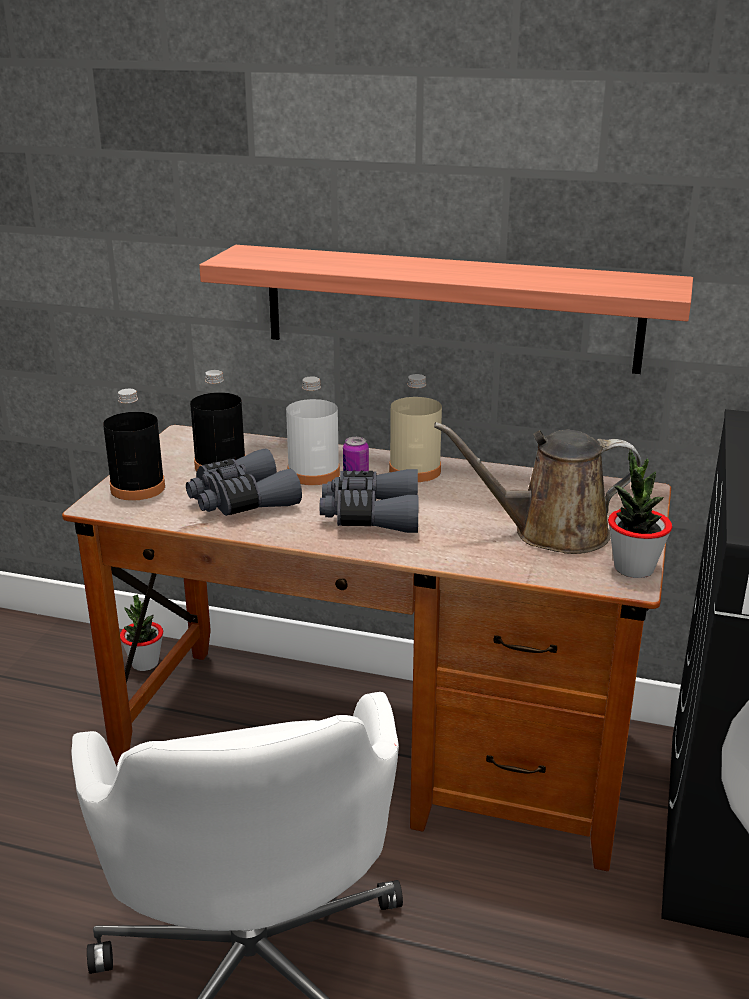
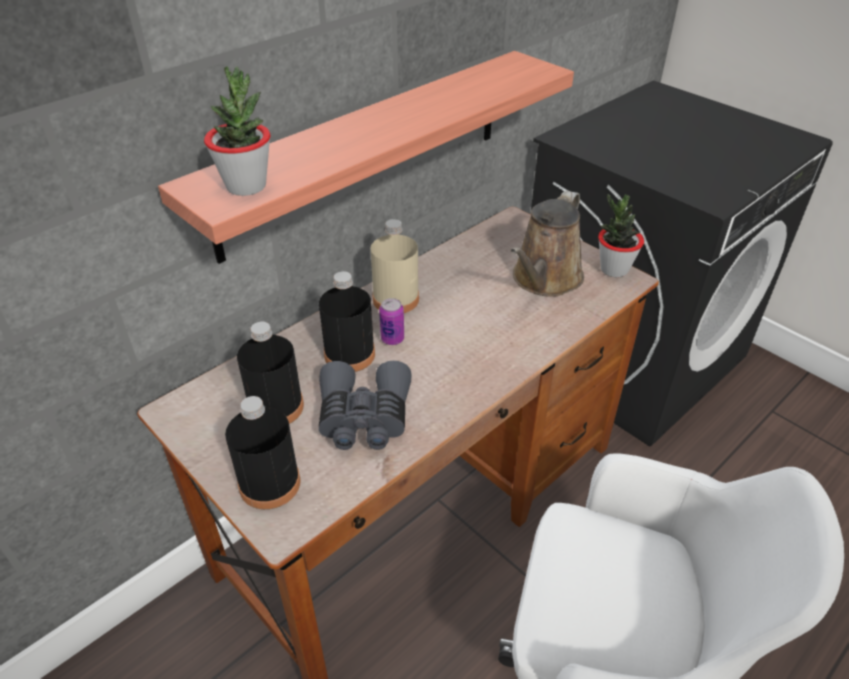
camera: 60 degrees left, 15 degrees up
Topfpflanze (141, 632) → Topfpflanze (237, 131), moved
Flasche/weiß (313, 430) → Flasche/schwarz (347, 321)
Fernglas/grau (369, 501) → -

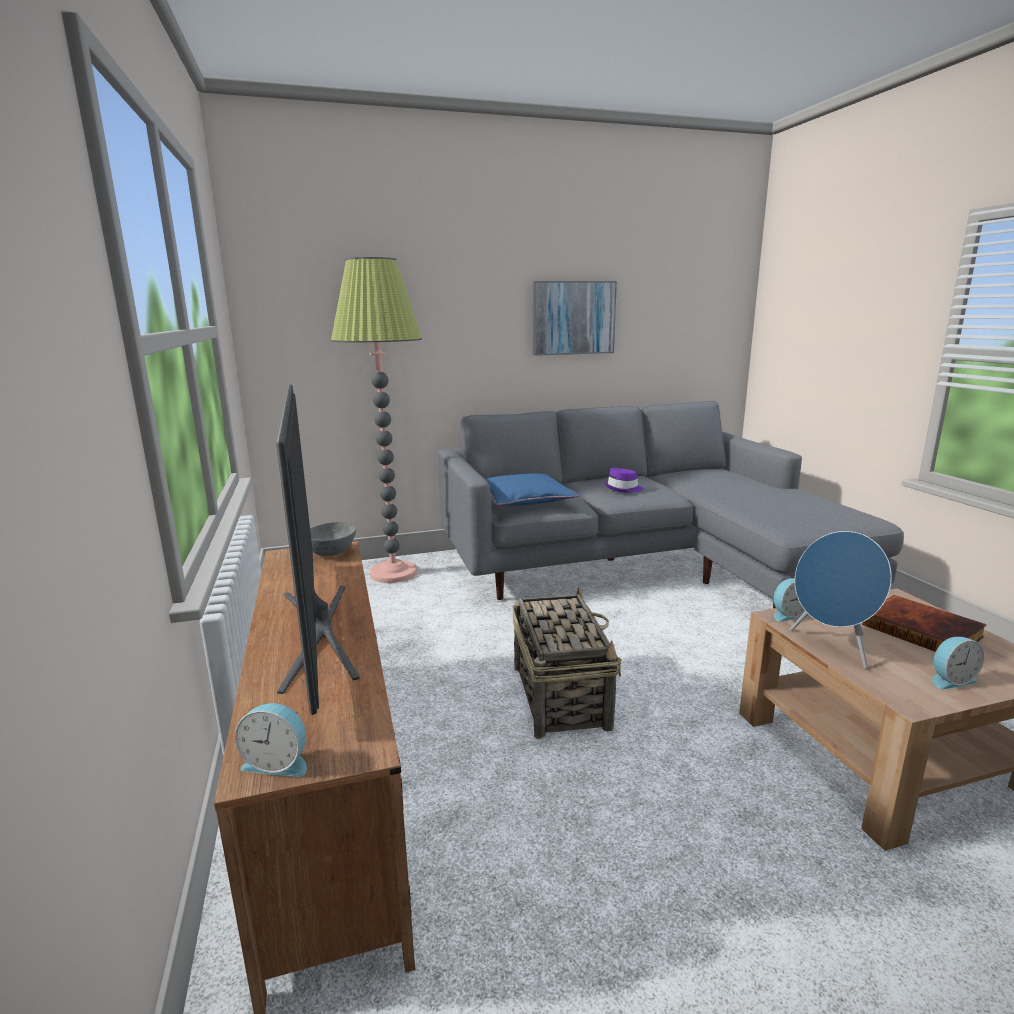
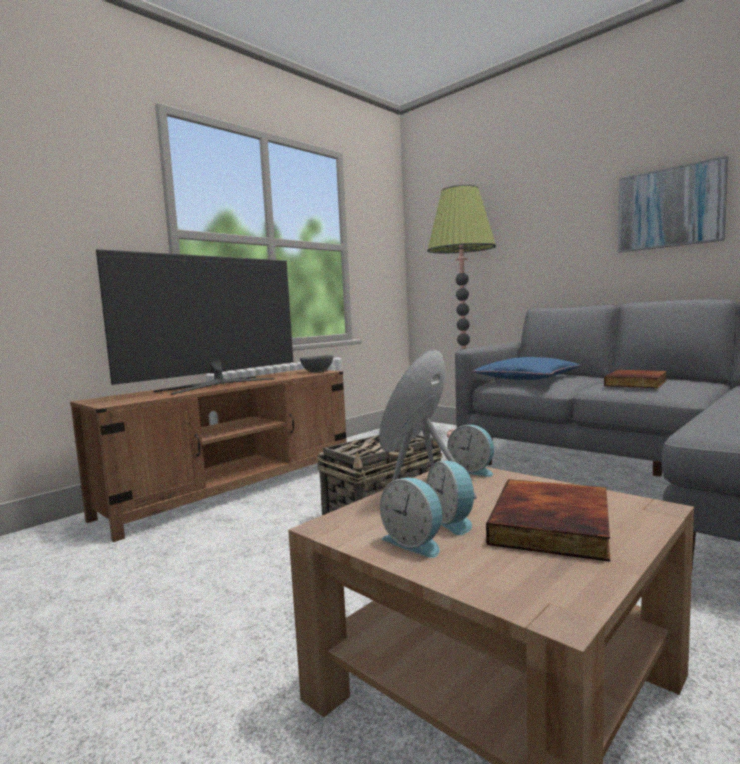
camera: 60 degrees right, 10 degrees down
Wecker (271, 740) → Wecker (451, 498), moved
Hut/lila (623, 480) → Buch (635, 379)

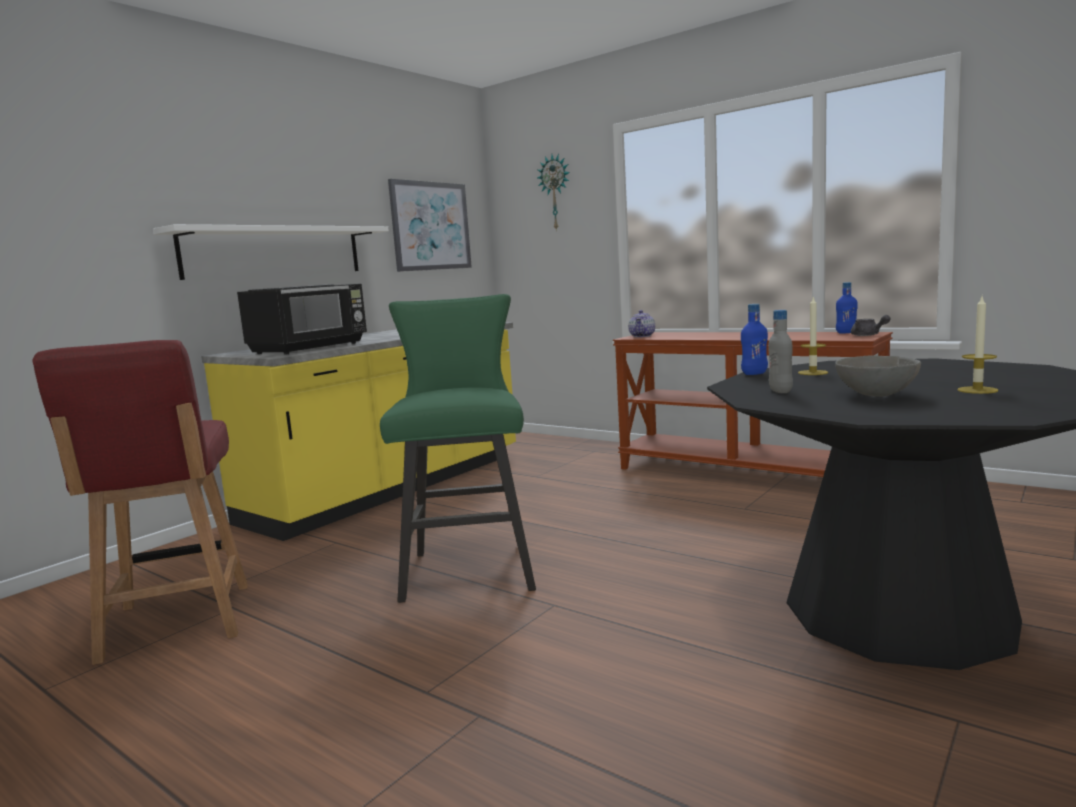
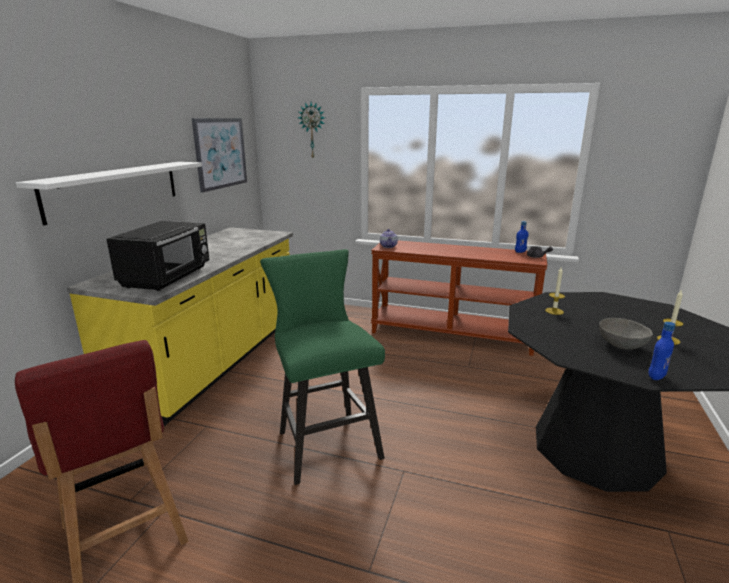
camera: 20 degrees left, 10 degrees up
Flasche/blau (754, 339) → Flasche/blau (662, 351), moved
Flasche/grau (781, 351) → -

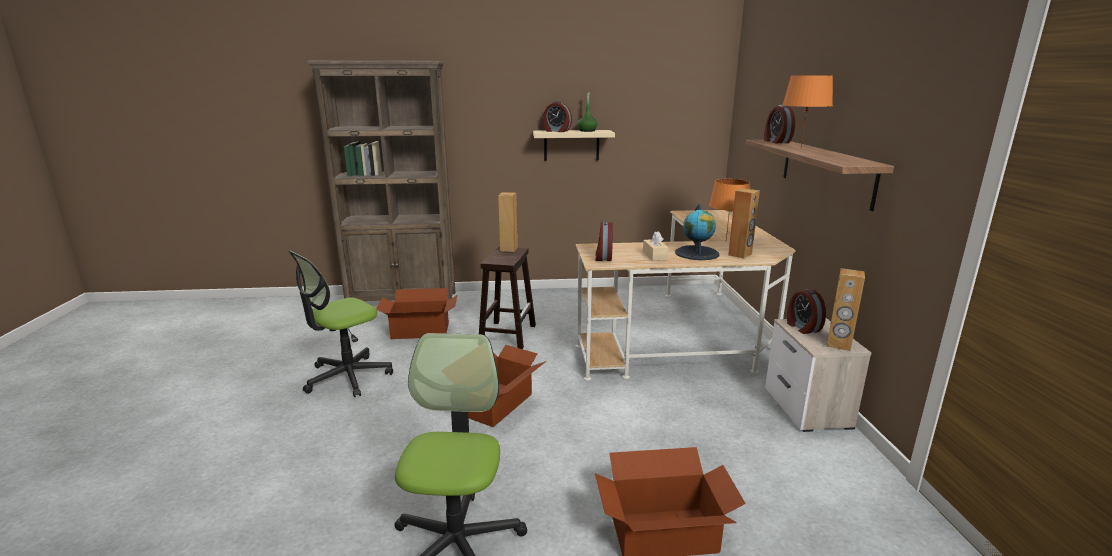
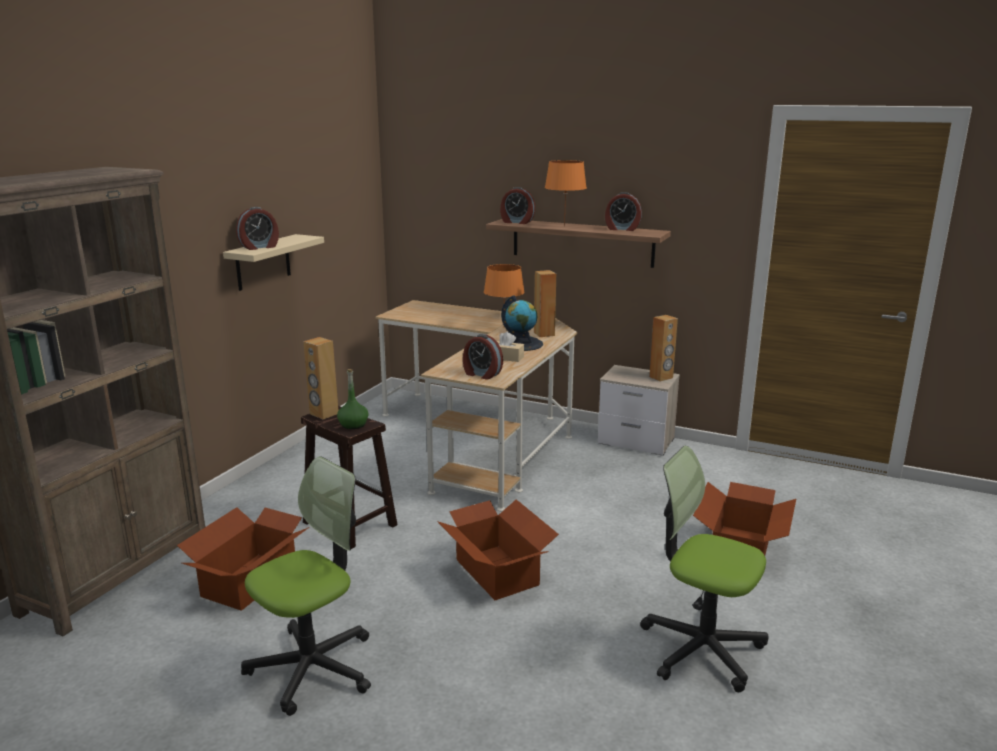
camera: 60 degrees left, 0 degrees up
Bürostuhl (341, 324) → Bürostuhl (306, 586), 120 degrees counterclockwise
Flasche/grün (587, 111) → Flasche/grün (353, 399), moved
Wecker (806, 311) → Wecker (623, 211), moved

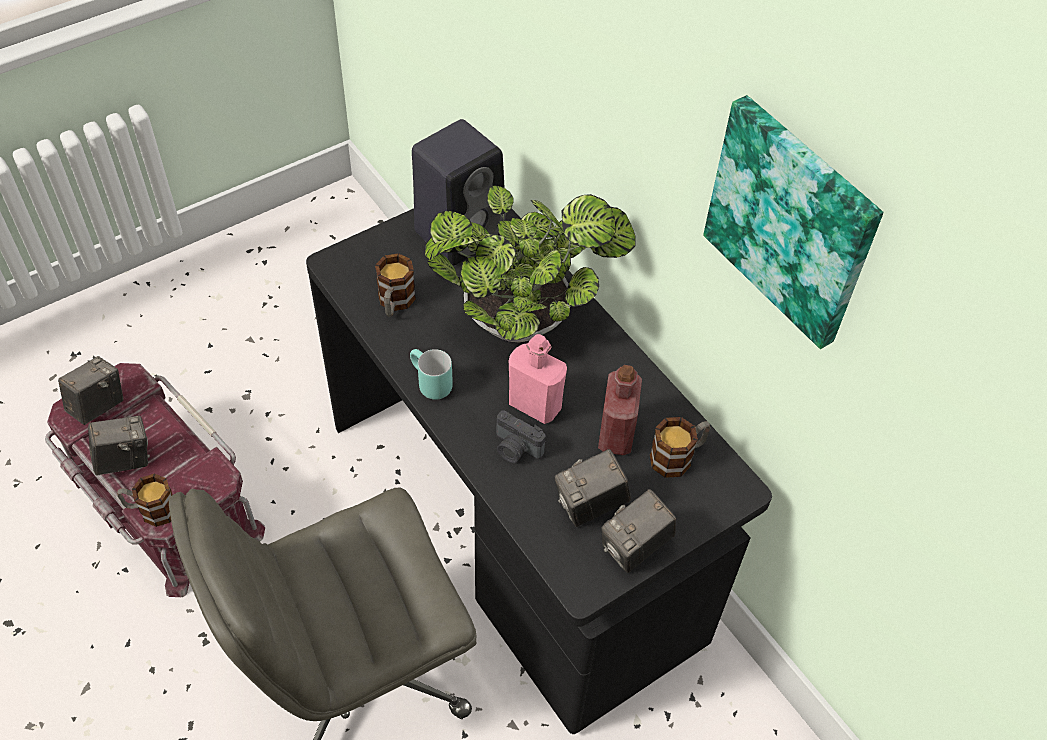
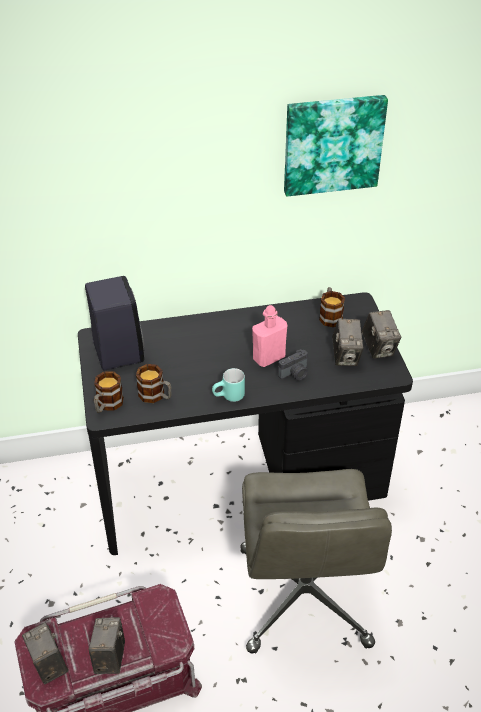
camera: 65 degrees left, 10 degrees down
Henkelbecher (144, 500) → Henkelbecher (109, 392), moved
Topfpflanze (530, 264) → -
Flasche/rot (620, 410) → -

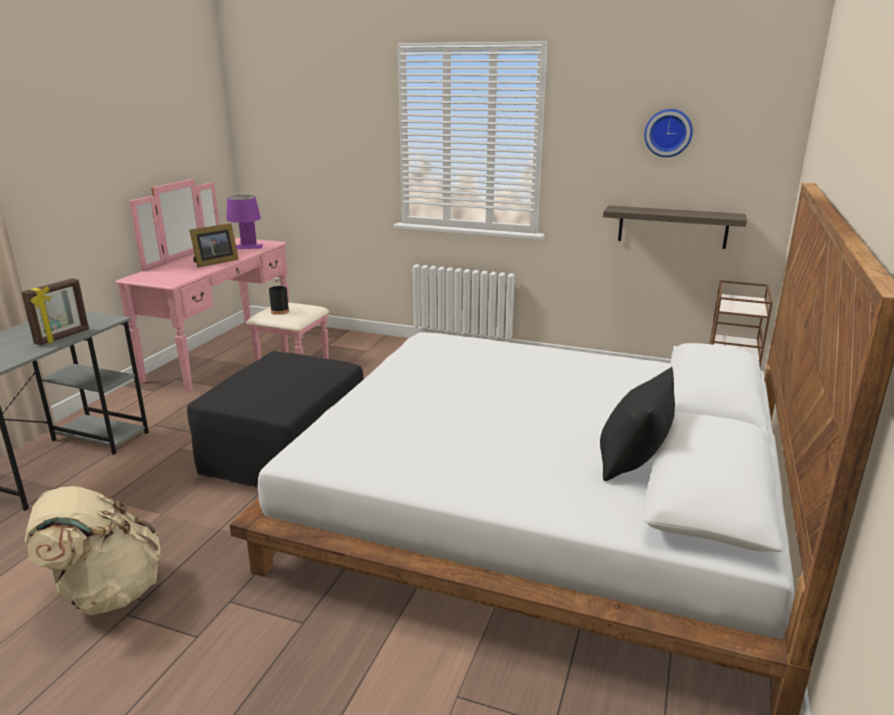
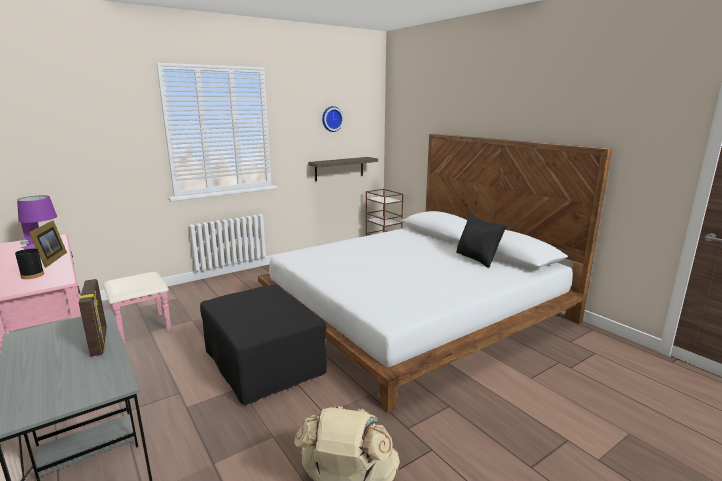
camera: 55 degrees left, 5 degrees down
Flasche/schwarz (279, 296) → Flasche/schwarz (29, 259), moved

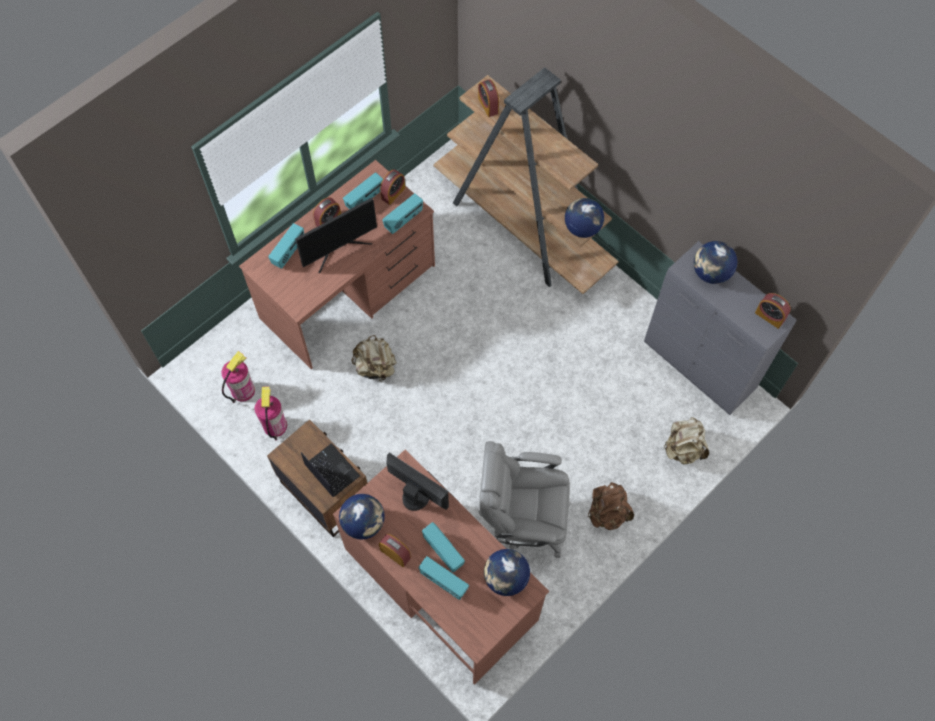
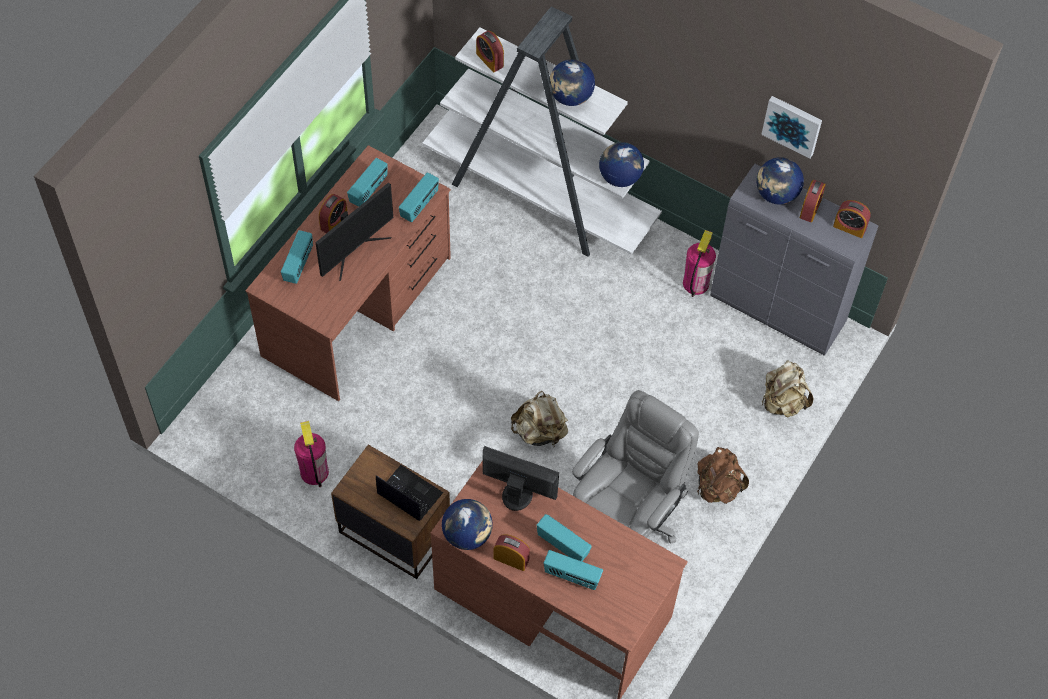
camera: 15 degrees left, 5 degrees down
Feuerlöscher (238, 377) → Feuerlöscher (699, 263), moved
Rucksack/beige (373, 358) → Rucksack/beige (539, 419), moved
Wecker (392, 187) → Wecker (813, 201), moved
Bücherregal/braun (526, 180) → Bücherregal/weiß (542, 131)
Bürostuhl/grau (524, 499) → Bürostuhl/grau (635, 467), 135 degrees clockwise
Globus (507, 572) → Globus (572, 82), moved
- → Bild (791, 127)

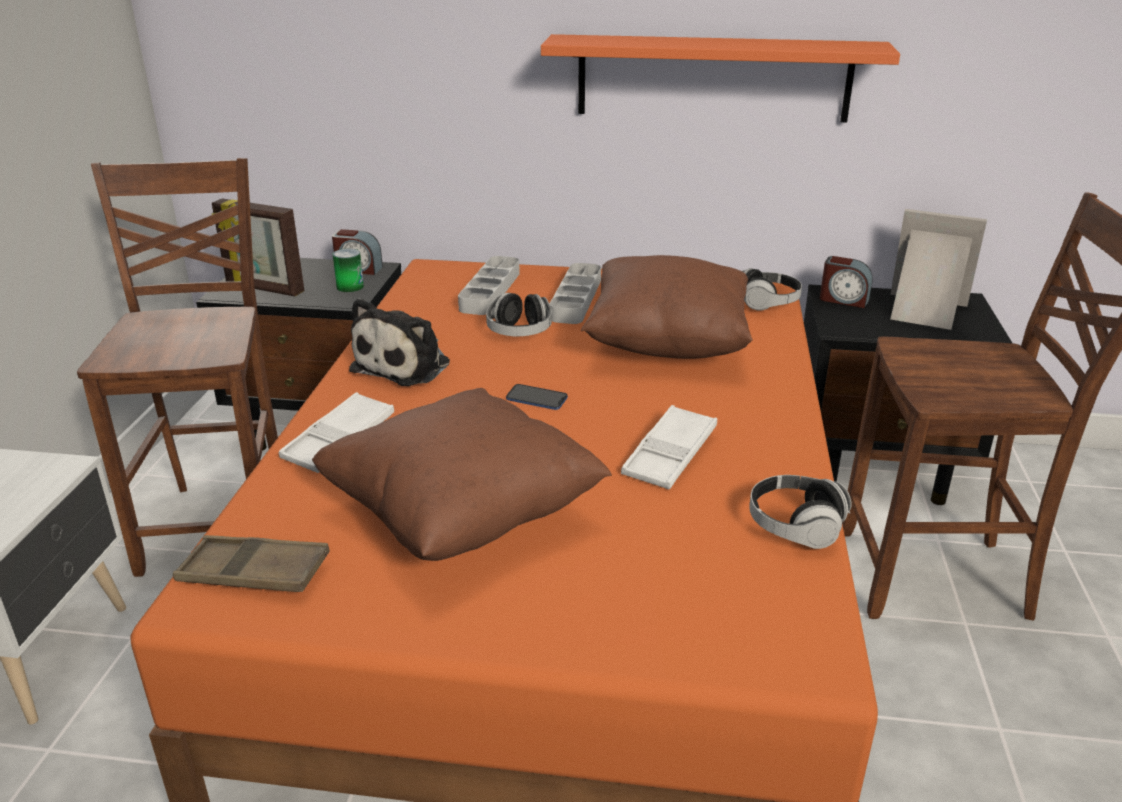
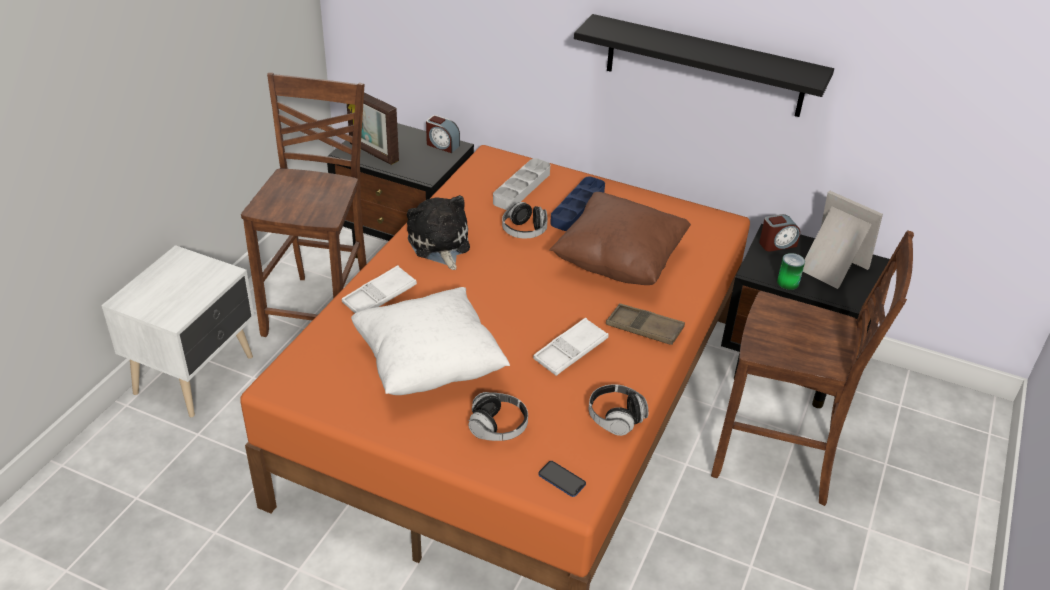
camera: 15 degrees right, 10 degrees up
Tablett/braun (251, 563) → Tablett/braun (645, 324), moved
Kissen/braun (462, 474) → Kissen/weiß (430, 341)
Dose (348, 270) → Dose (791, 271), moved
Plüschtier (399, 342) → Plüschtier (438, 232), 120 degrees clockwise
Handy (537, 397) → Handy (562, 479), moved
Wandregal/orange (720, 78) → Wandregal/schwarz (704, 65)
Tablett/grau (575, 293) → Tablett/blau (577, 204)
Kopfhörer (772, 289) → Kopfhörer (498, 416), moved
Wecker (846, 282) → Wecker (779, 233), 60 degrees counterclockwise

